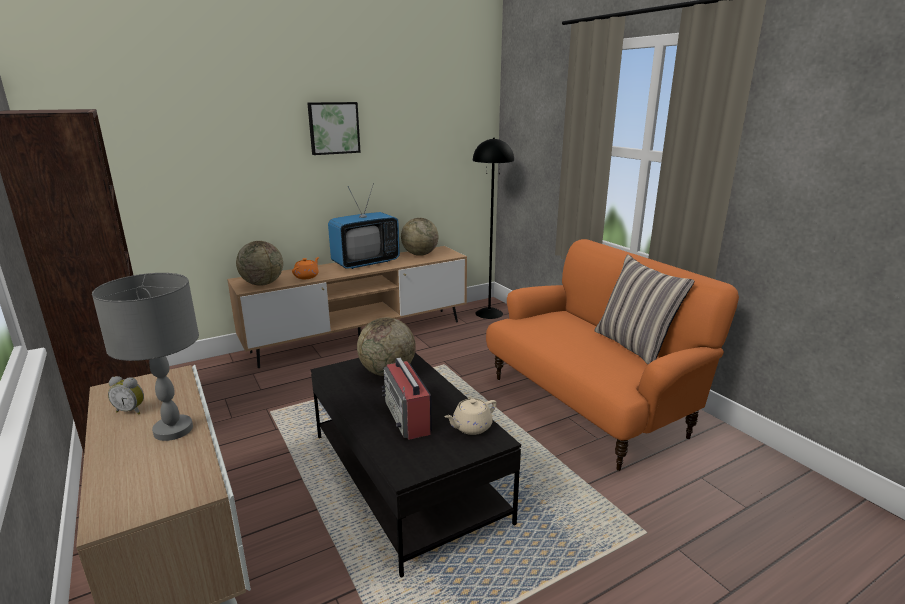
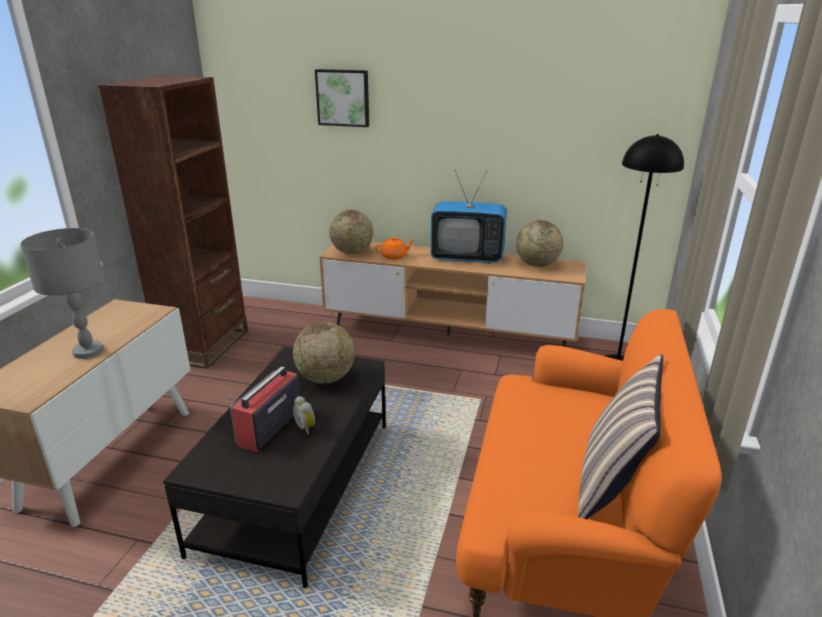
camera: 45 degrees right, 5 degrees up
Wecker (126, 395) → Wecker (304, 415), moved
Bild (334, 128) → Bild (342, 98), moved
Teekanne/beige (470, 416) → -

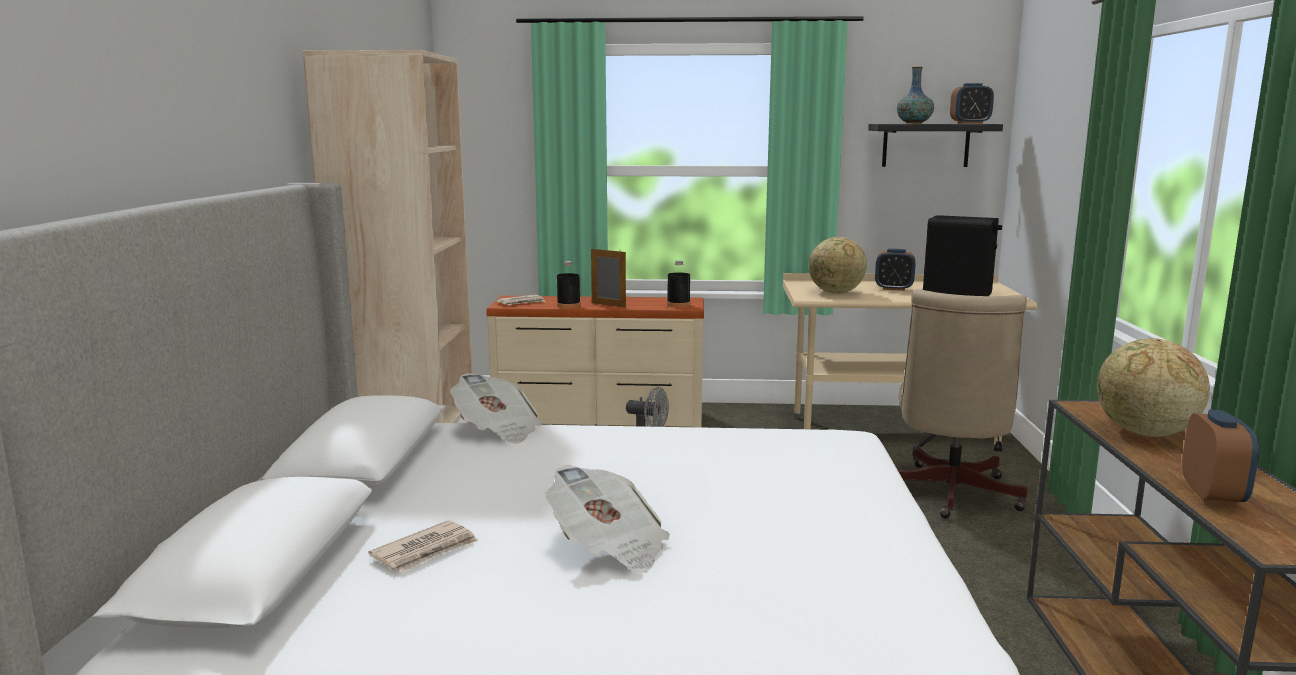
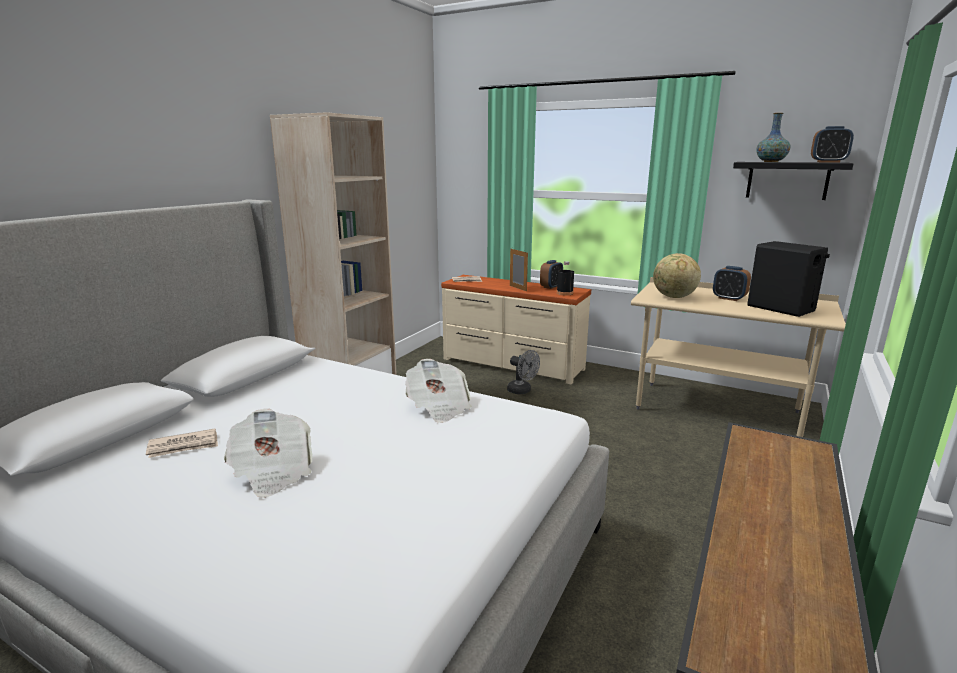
camera: 25 degrees right, 5 degrees up
Zeitung (496, 408) → Zeitung (438, 391), moved
Flasche/schwarz (569, 285) → -
Bürostuhl/beige (963, 403) → -
Globus (1153, 387) → -
Wecker (1220, 458) → Wecker (551, 274), moved

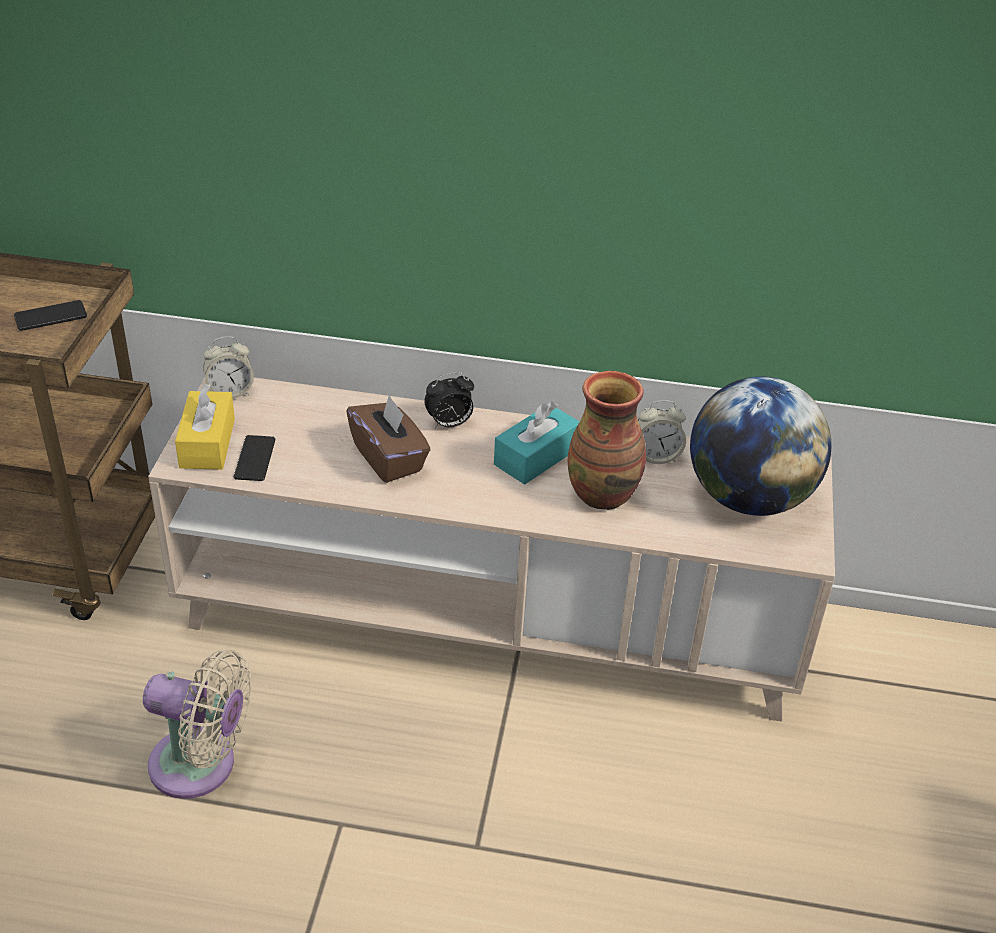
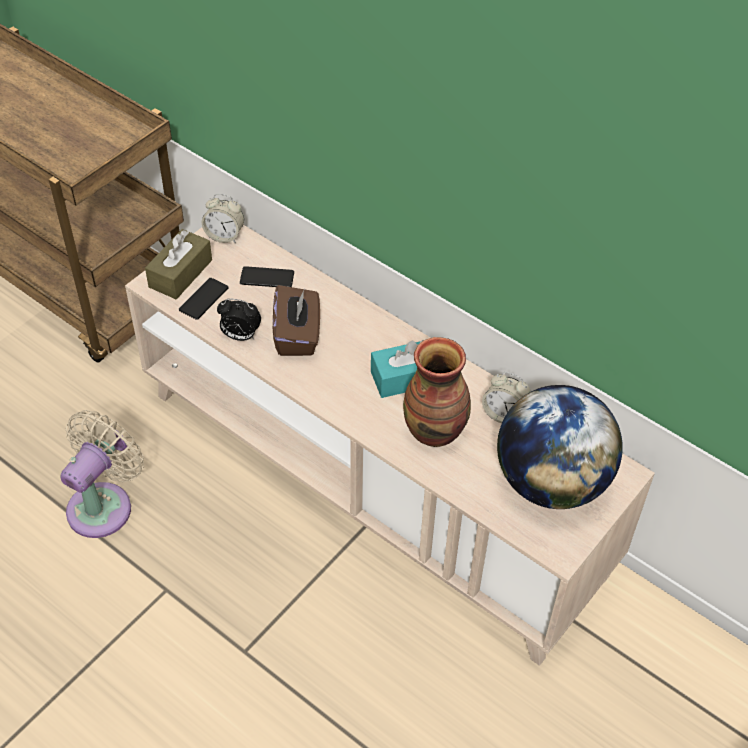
camera: 30 degrees right, 10 degrees up
Handy (50, 315) → Handy (267, 276), moved
Ventilator/beige (197, 724) → Ventilator/beige (102, 474), 105 degrees counterclockwise
Taschentuchbox/gelb (205, 427) → Taschentuchbox/braun (178, 264)
Wecker (449, 400) → Wecker (239, 320), moved

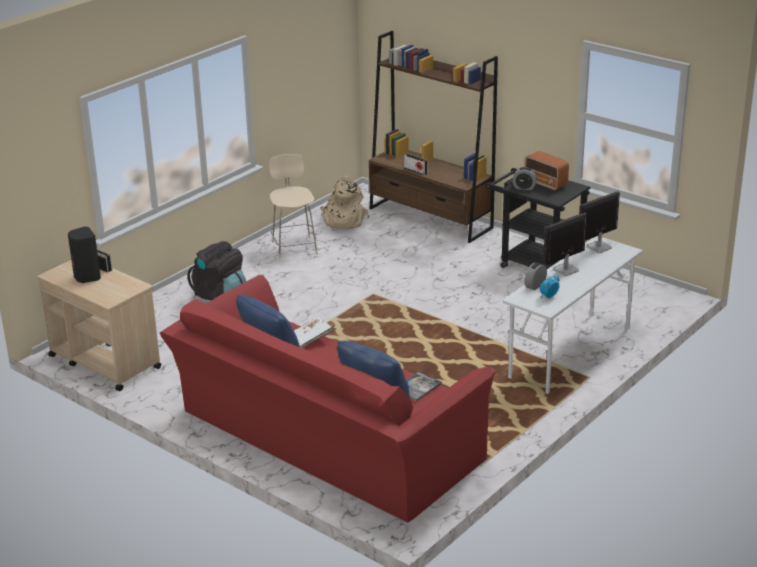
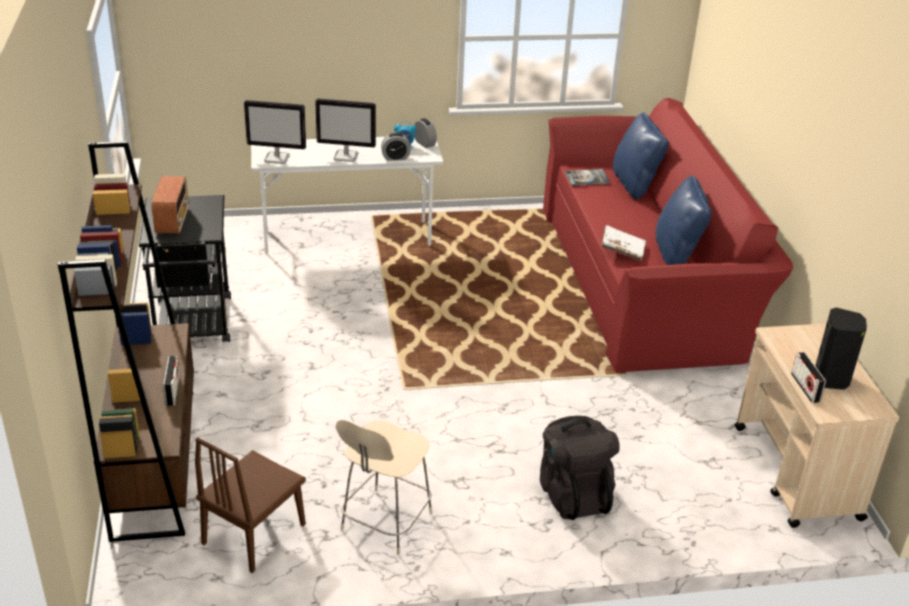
camera: 140 degrees left, 5 degrees up
Rucksack/beige (345, 202) → Stuhl/braun (250, 505)
Wecker (524, 178) → Wecker (425, 133), moved

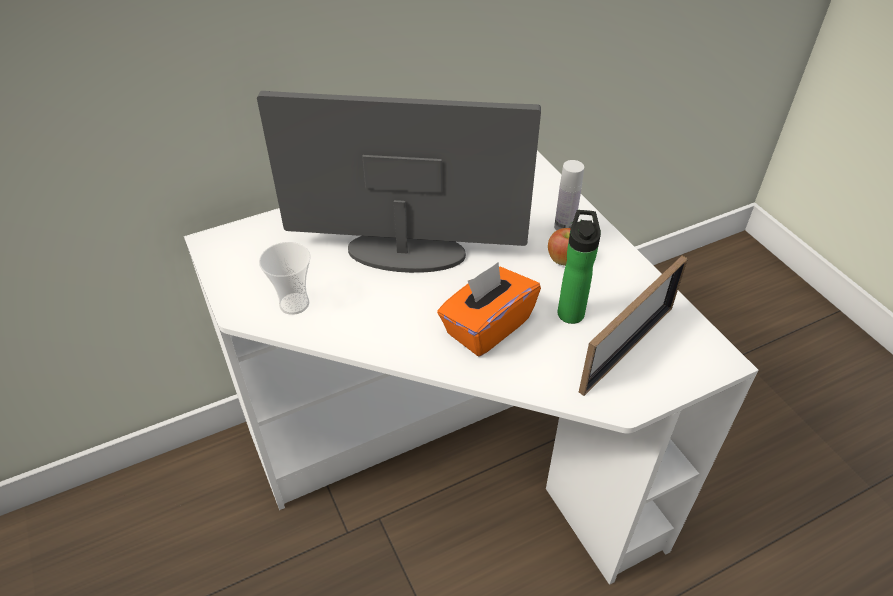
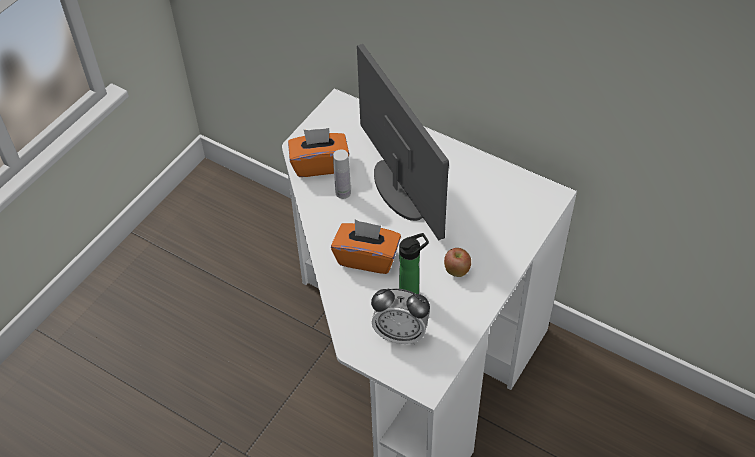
camera: 60 degrees right, 5 degrees up
Tasse (285, 278) → Taschentuchbox/orange (318, 152)
Flasche/weiß (569, 195) → Flasche/weiß (342, 174), moved
Bilderrahmen (633, 326) → Wecker (400, 316)

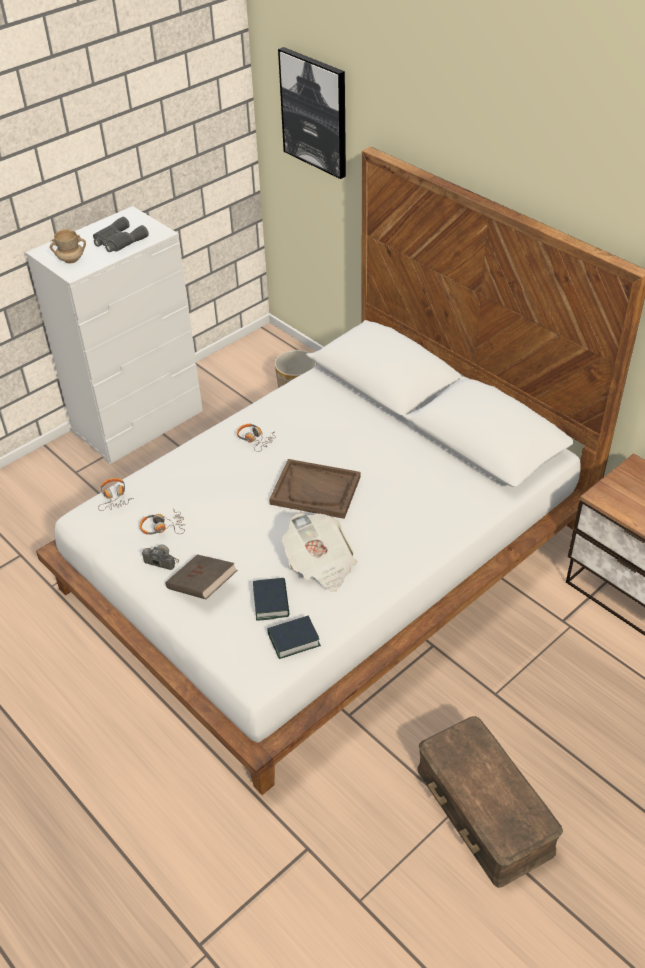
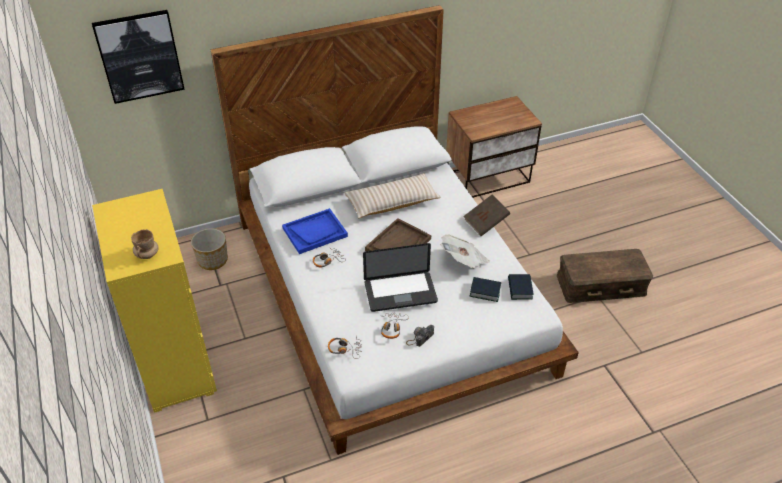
camera: 70 degrees left, 0 degrees up
Kommode/weiß (114, 335) → Kommode/gelb (154, 301)
Fernglas/grau (121, 234) → -
Buch/braun (202, 576) → Buch/braun (486, 215), moved
- → Tablett/blau (315, 231)
- → Kissen/beige (392, 195)
- → Laptop (400, 277)

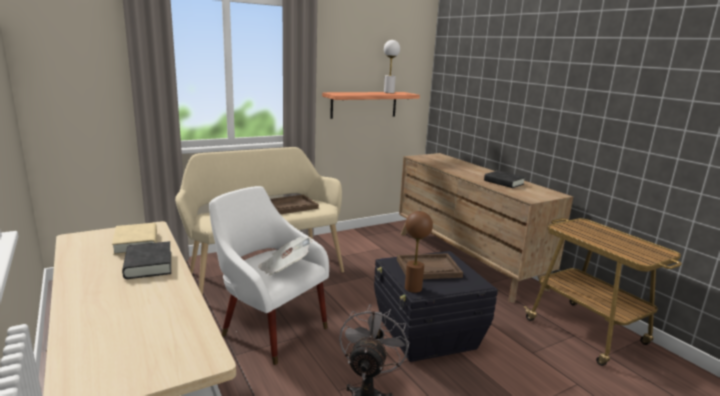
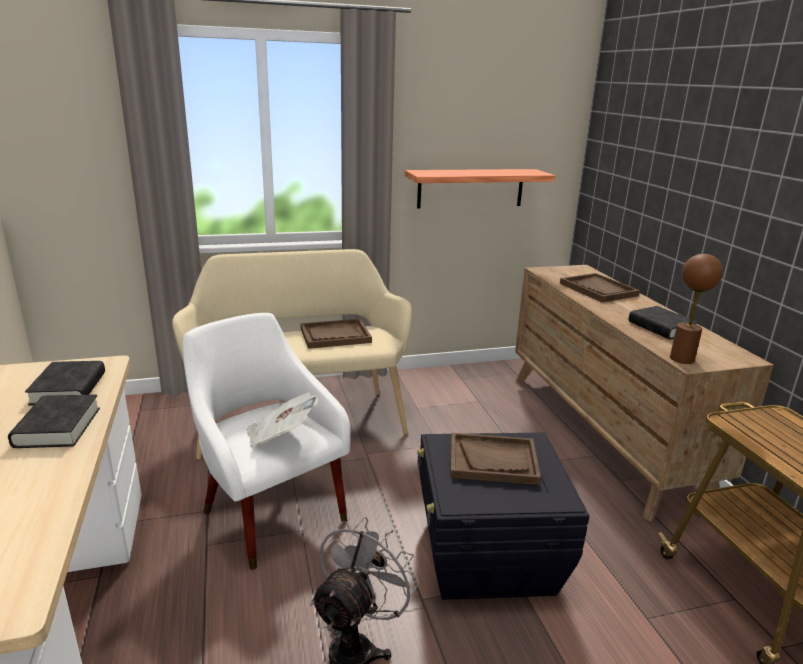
camera: 15 degrees right, 5 degrees up
Buch/beige (134, 239) → Buch/schwarz (65, 383)
Tischlampe/weiß (392, 66) → -
Tischlampe/braun (419, 252) → Tischlampe/braun (696, 309), moved
- → Tablett/braun (600, 288)

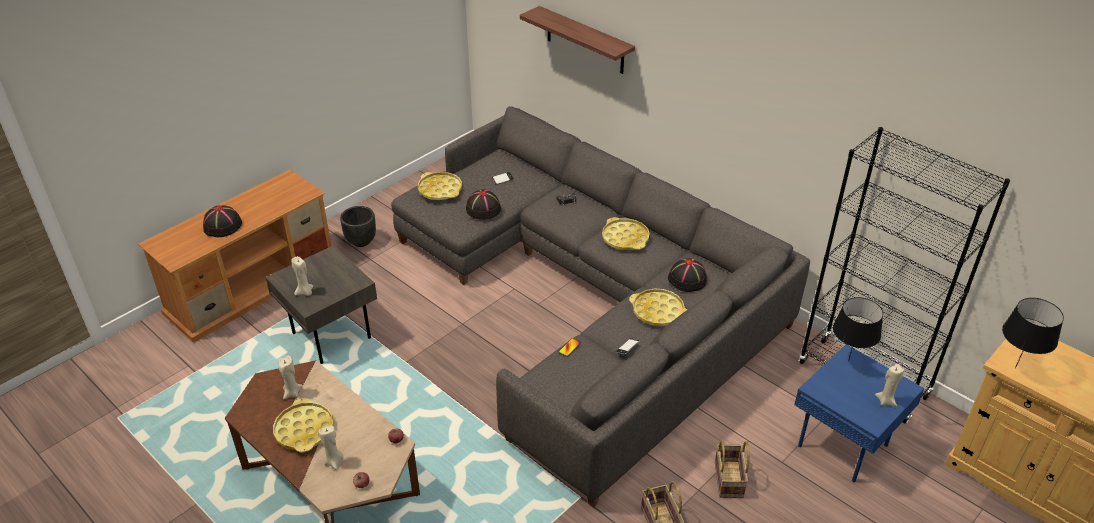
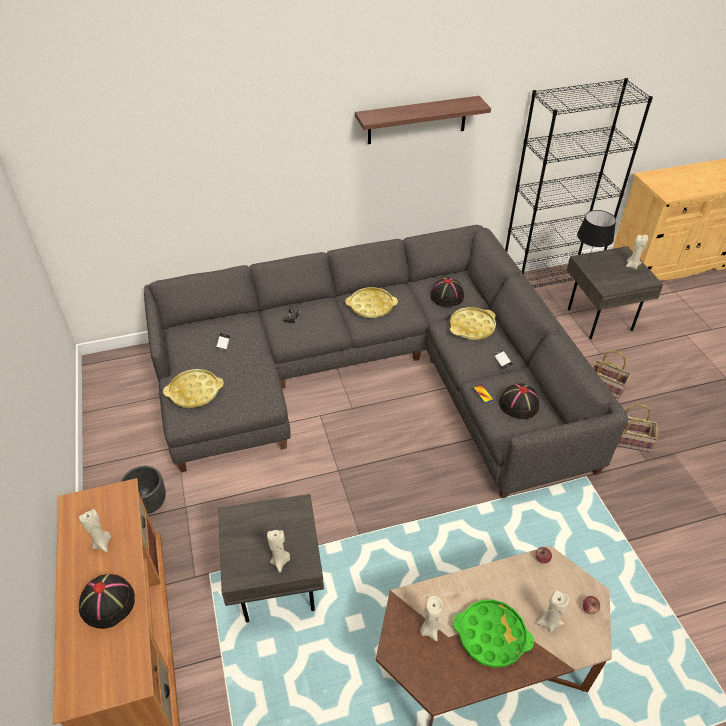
camera: 60 degrees left, 5 degrees up
Tablett/gelb (303, 425) → Tablett/grün (493, 633)
Hut/schwarz (483, 204) → Hut/schwarz (519, 401), moved
Wandregal (577, 40) → Wandregal (423, 120), moved
Beistelltisch/blau (859, 413) → Beistelltisch/grau (615, 292)
Tischlampe/schwarz (1033, 333) → -
- → Kerze/beige (95, 530)

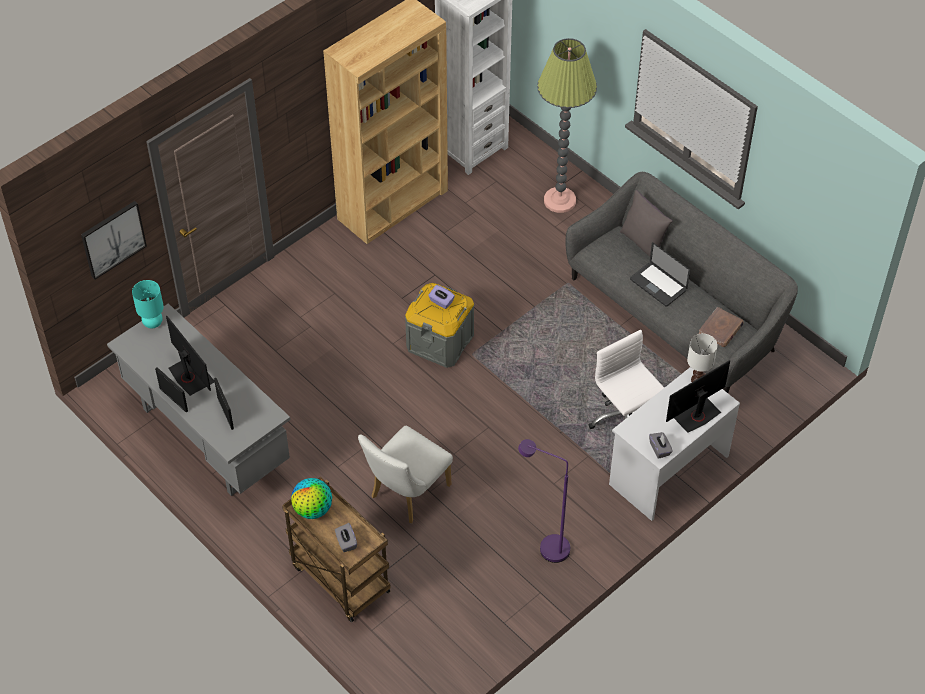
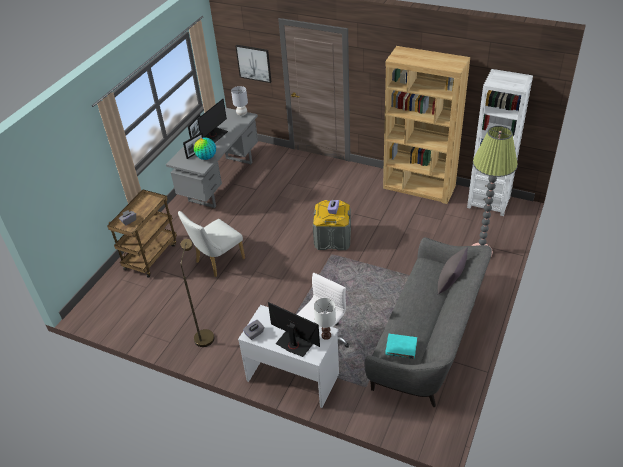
camera: 70 degrees right, 10 degrees down
Tischlampe/türkis (148, 304) → Tischlampe/grau (239, 101)
Globus (311, 498) → Globus (205, 148), moved
Stuhl/weiß (405, 474) → Stuhl/weiß (211, 244), 60 degrees counterclockwise
Stehlampe/lila (544, 501) → Stehlampe/braun (197, 293)
Laptop (660, 274) → -
Buch/braun (721, 327) → Buch/türkis (401, 346)

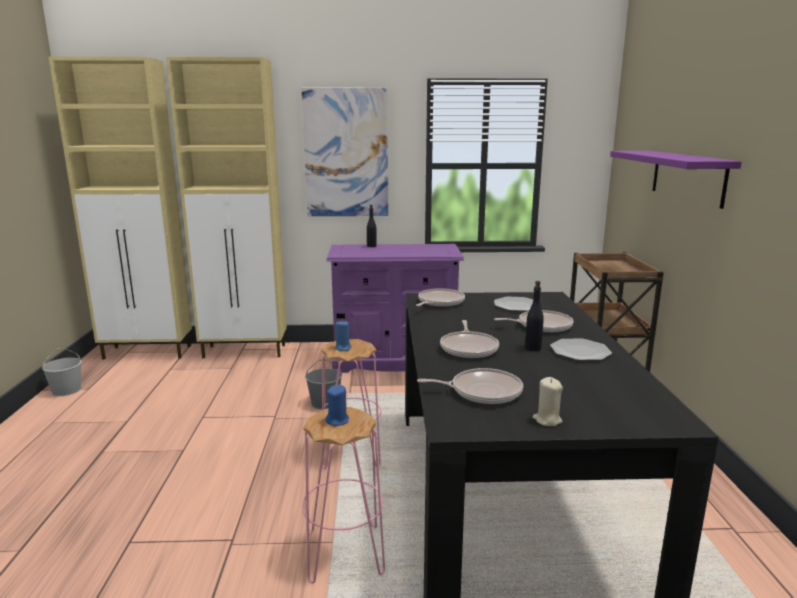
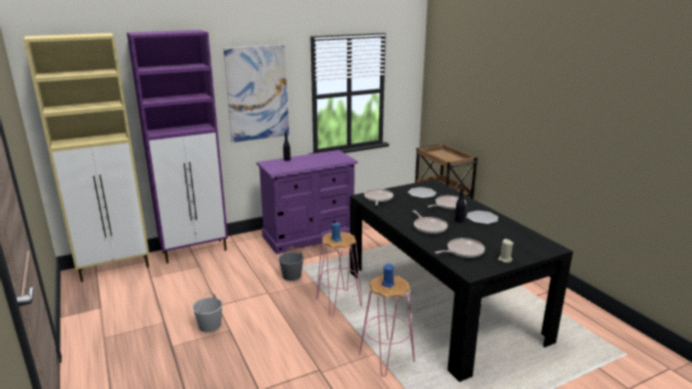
camera: 25 degrees left, 5 degrees up
Eimer/weiß (62, 372) → Eimer/weiß (207, 312), moved
Schrank/beige (226, 207) → Schrank/lila (177, 146)
Wandregal/lila (676, 180) → -

